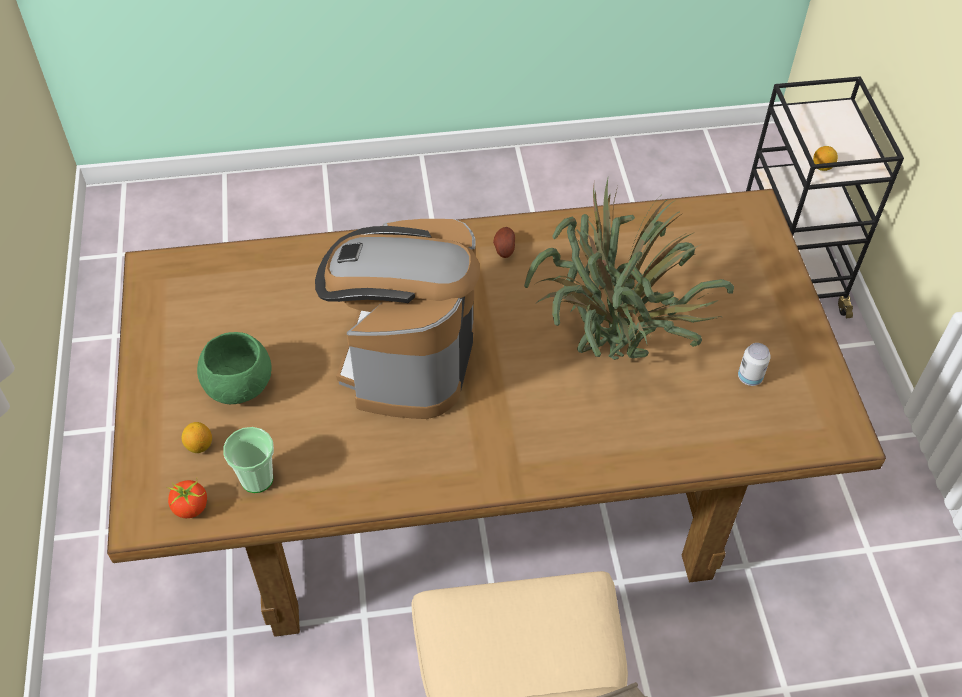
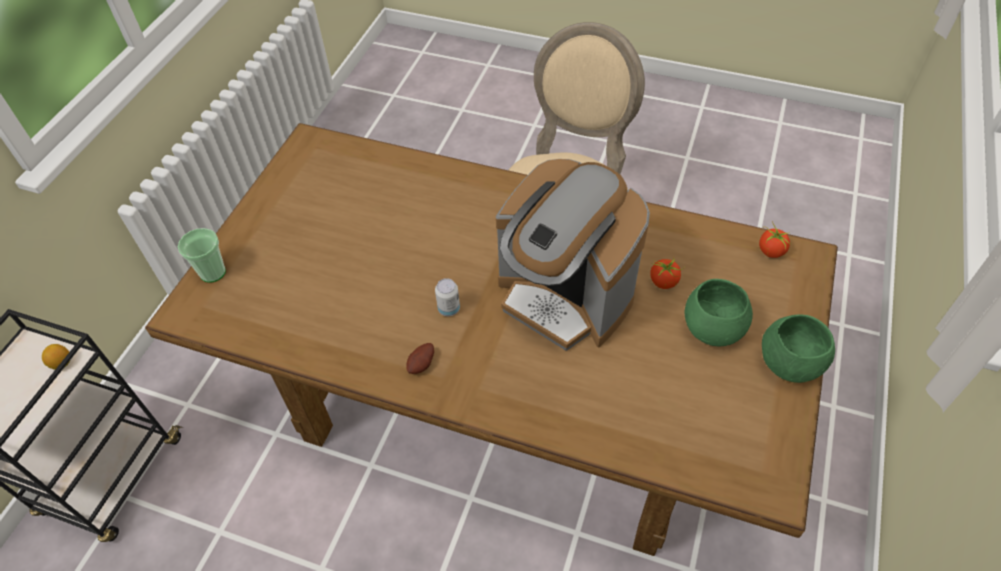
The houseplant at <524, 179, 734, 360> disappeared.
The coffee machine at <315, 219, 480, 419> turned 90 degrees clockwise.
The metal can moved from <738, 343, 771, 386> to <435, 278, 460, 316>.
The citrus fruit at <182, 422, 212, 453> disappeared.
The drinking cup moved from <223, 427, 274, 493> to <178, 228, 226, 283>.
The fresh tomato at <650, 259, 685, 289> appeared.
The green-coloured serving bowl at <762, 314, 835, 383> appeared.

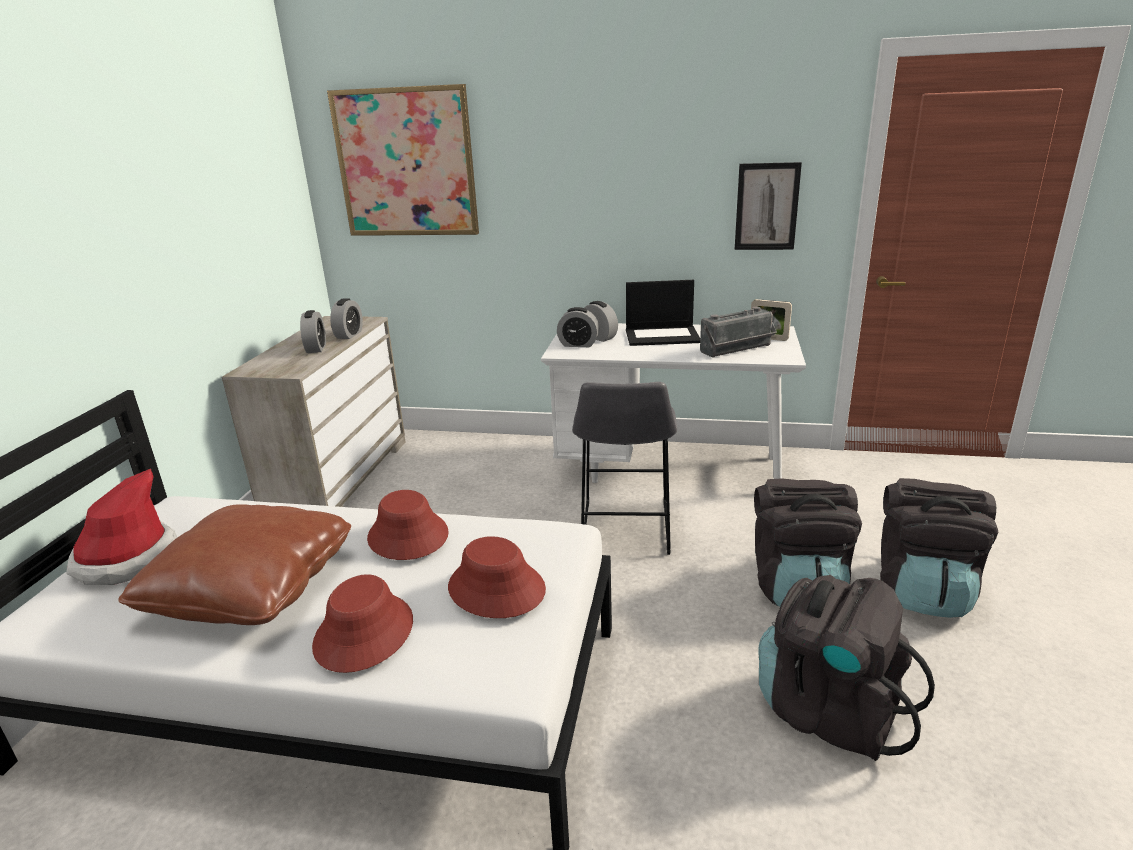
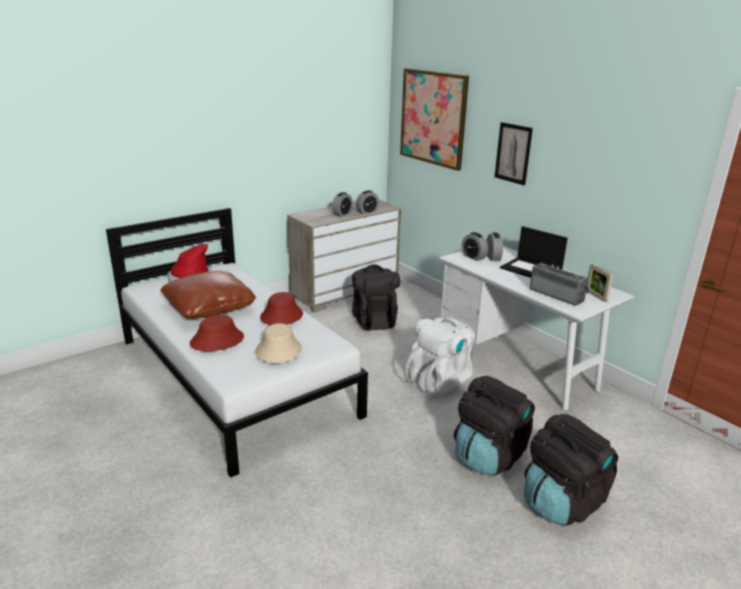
The picture moved from <735, 162, 802, 250> to <495, 122, 533, 185>.
The radio at <700, 307, 777, 358> turned 150 degrees counterclockwise.
The gray stool at <572, 382, 677, 555> was replaced by the whitish rucksack at <404, 317, 475, 397>.
The red-coloured hat at <448, 536, 546, 618> became the beige hat at <255, 323, 302, 363>.
The blackish rucksack moved from <758, 575, 935, 761> to <352, 264, 400, 331>.

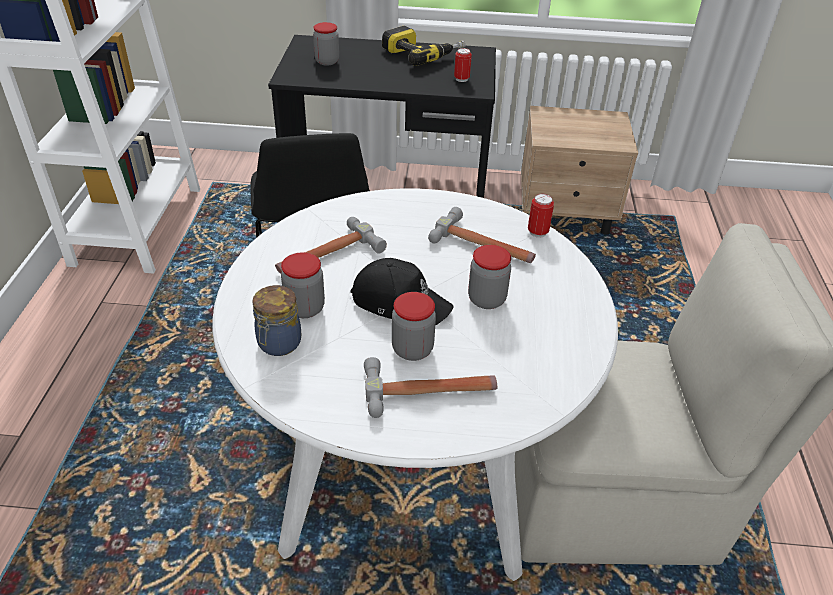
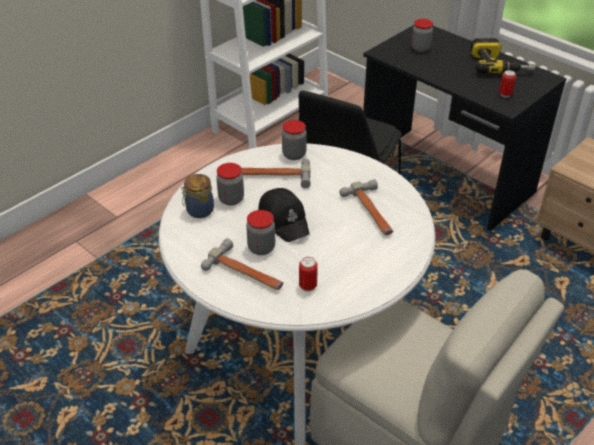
The metal can moved from <528, 194, 554, 238> to <299, 257, 318, 292>.
The jar moved from <468, 245, 511, 309> to <282, 120, 307, 160>.

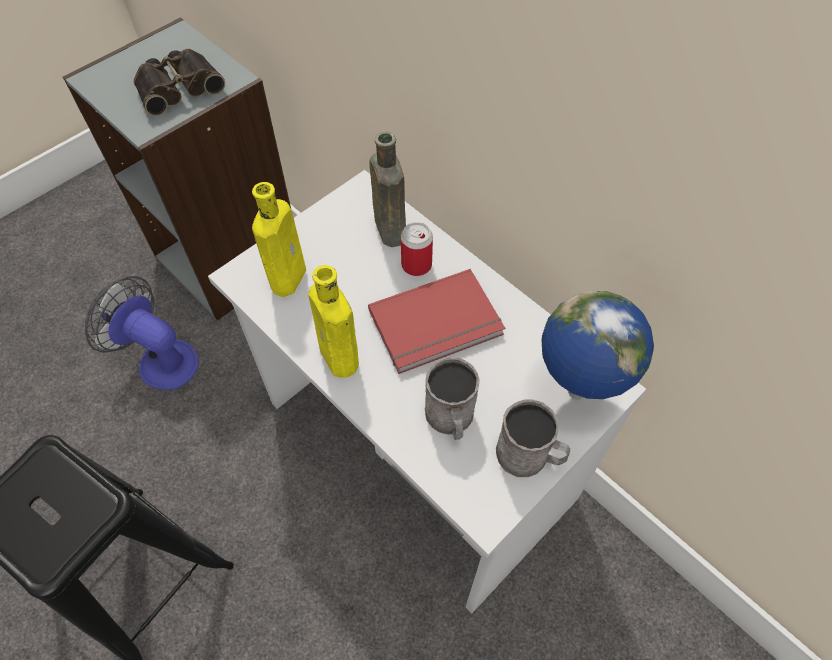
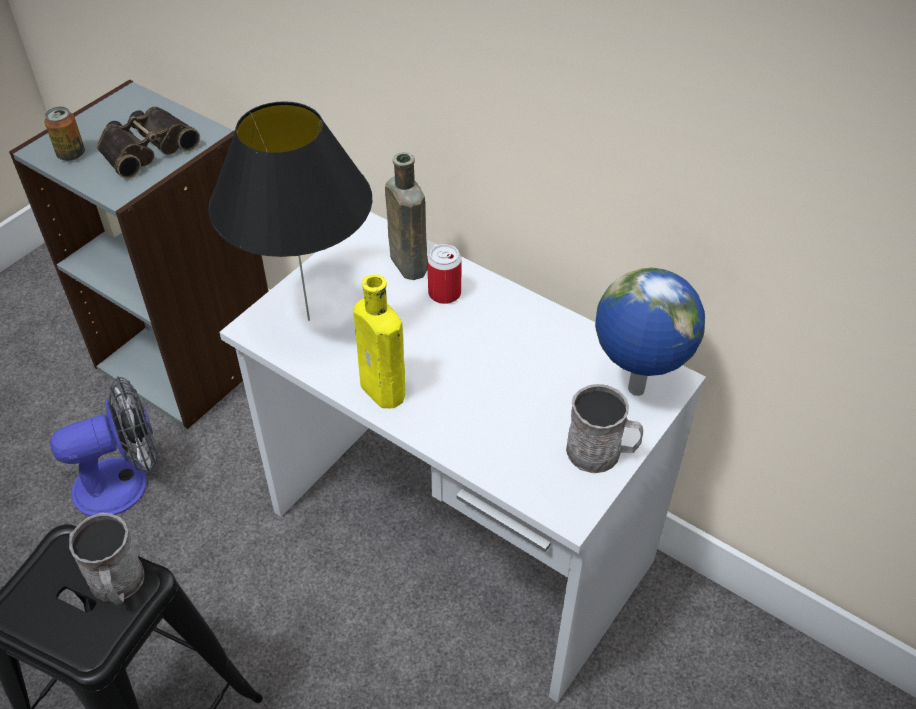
The yellow beverage bottle at <252, 182, 306, 297> was replaced by the blackish tabletop lamp at <208, 101, 372, 321>.
The red-coloured bound book at <368, 269, 505, 374> disappeared.
The electric fan at <85, 276, 199, 390> turned 135 degrees clockwise.
The gray tea mug moved from <425, 356, 479, 440> to <69, 513, 144, 605>.
The metal can at <44, 107, 85, 161> appeared.

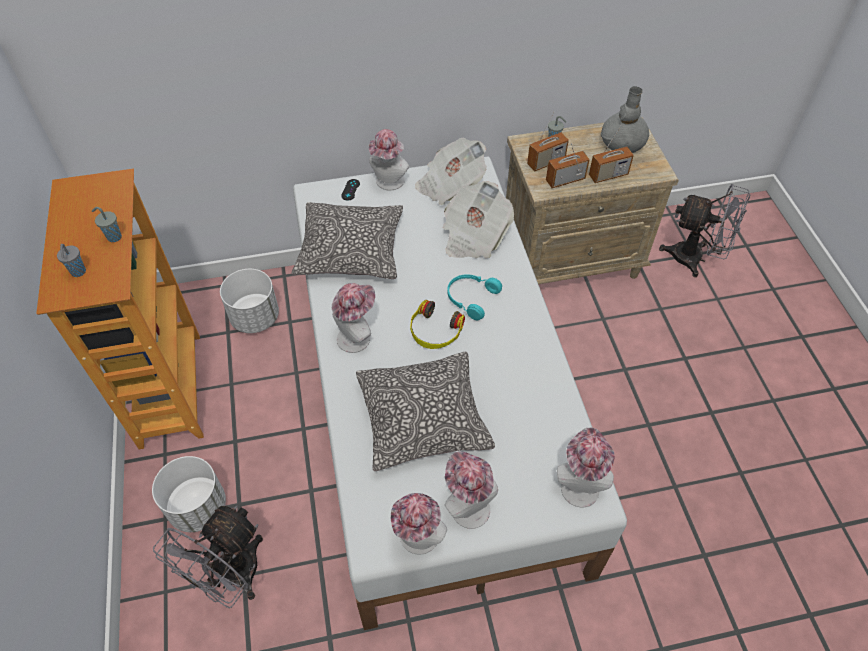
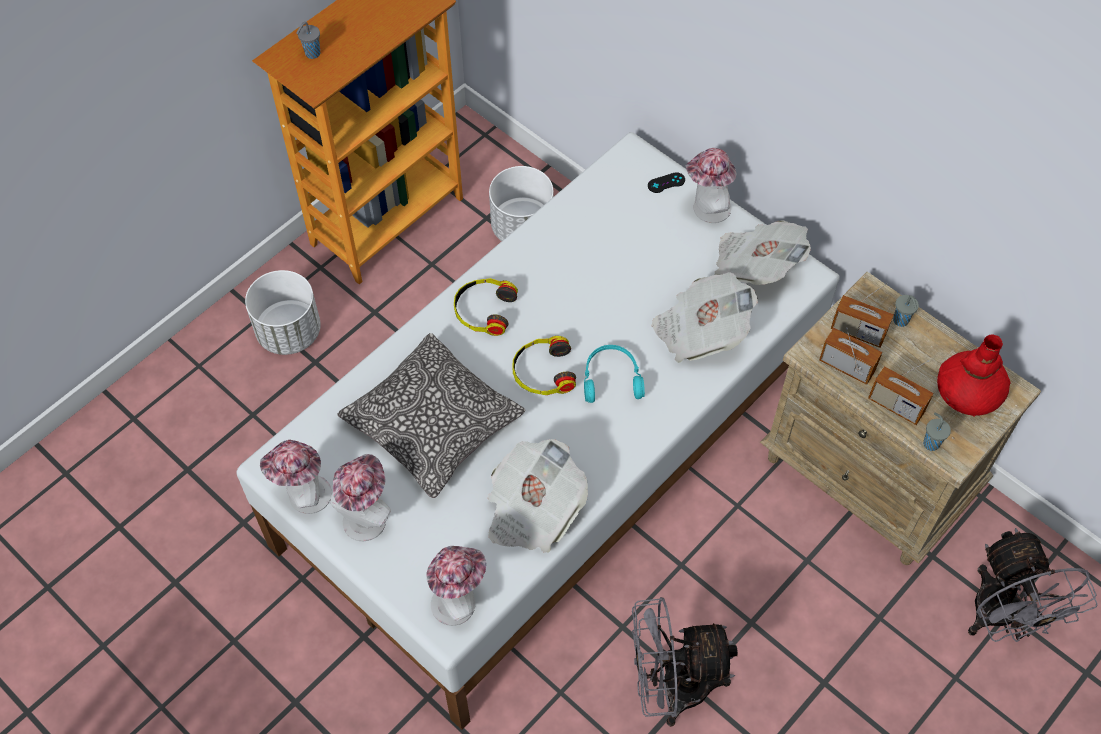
The gray vase at <601, 86, 649, 153> became the red-coloured vase at <937, 335, 1011, 417>.
The pillow at <291, 202, 403, 279> disappeared.
The gray drinking cup moved from <92, 207, 122, 242> to <923, 413, 951, 451>.
The hat at <332, 283, 375, 353> was replaced by the headset at <454, 278, 518, 336>.
The gray electric fan moved from <153, 504, 263, 608> to <632, 597, 738, 727>.
The printed paper at <488, 439, 588, 553> appeared.

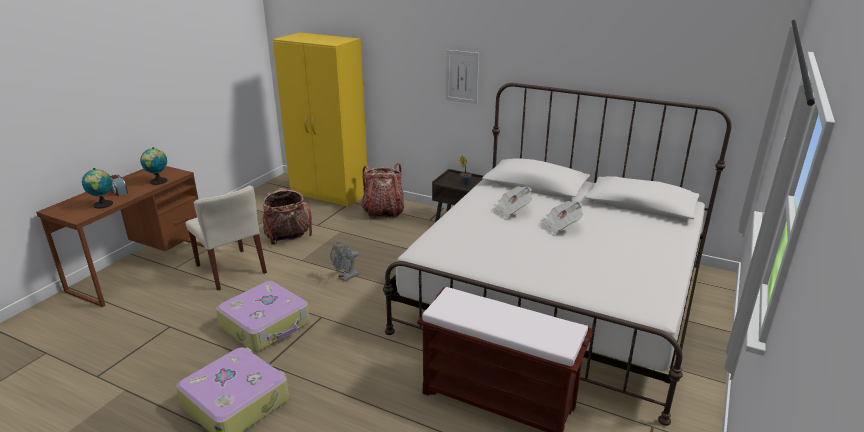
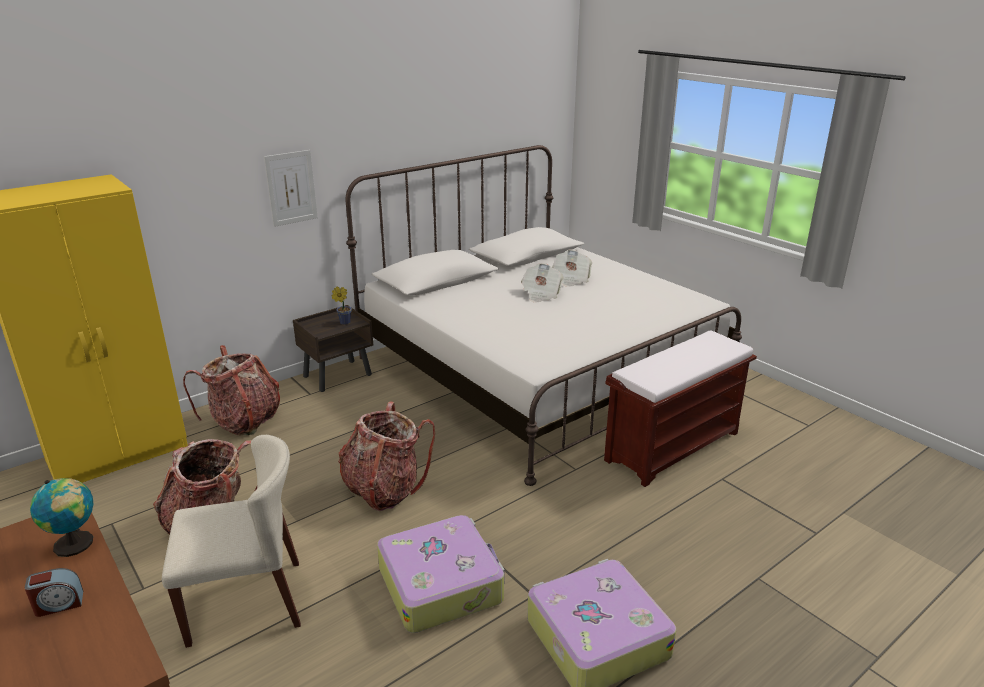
The globe at <82, 168, 113, 209> disappeared.
The printed paper moved from <491, 186, 532, 217> to <552, 249, 592, 287>.
The gray electric fan at <330, 242, 359, 281> was replaced by the rucksack at <338, 402, 435, 511>.

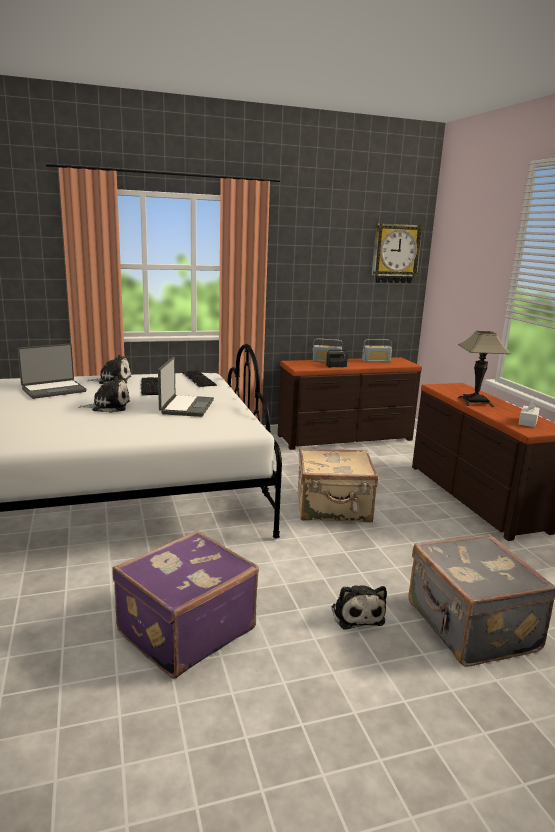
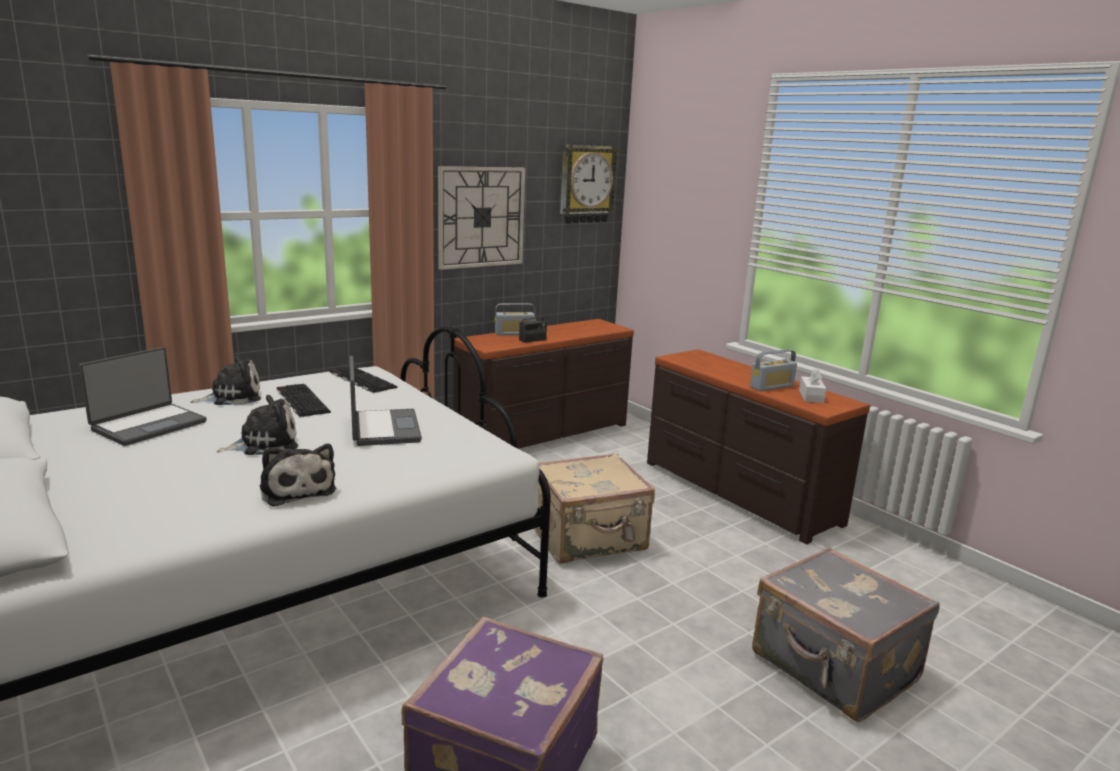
The tabletop lamp at <458, 331, 511, 407> disappeared.
The radio moved from <362, 339, 392, 362> to <750, 349, 797, 391>.
The plush toy moved from <331, 585, 387, 630> to <260, 444, 336, 507>.
The hanging clock at <438, 166, 525, 270> appeared.

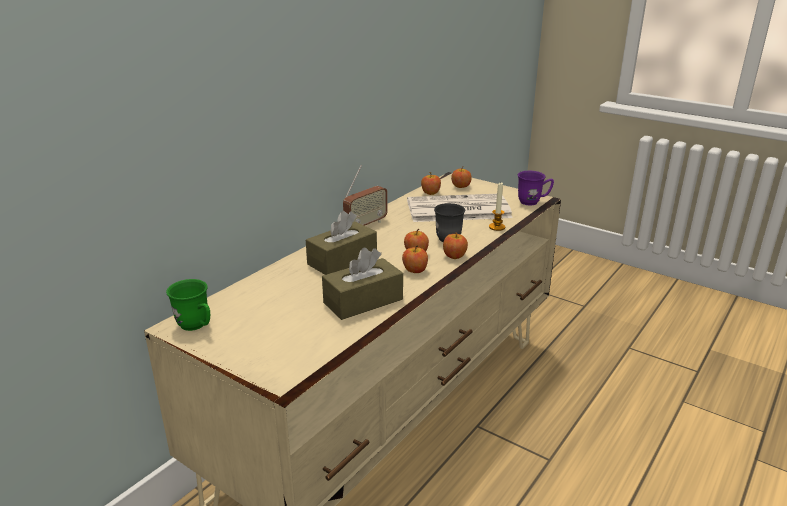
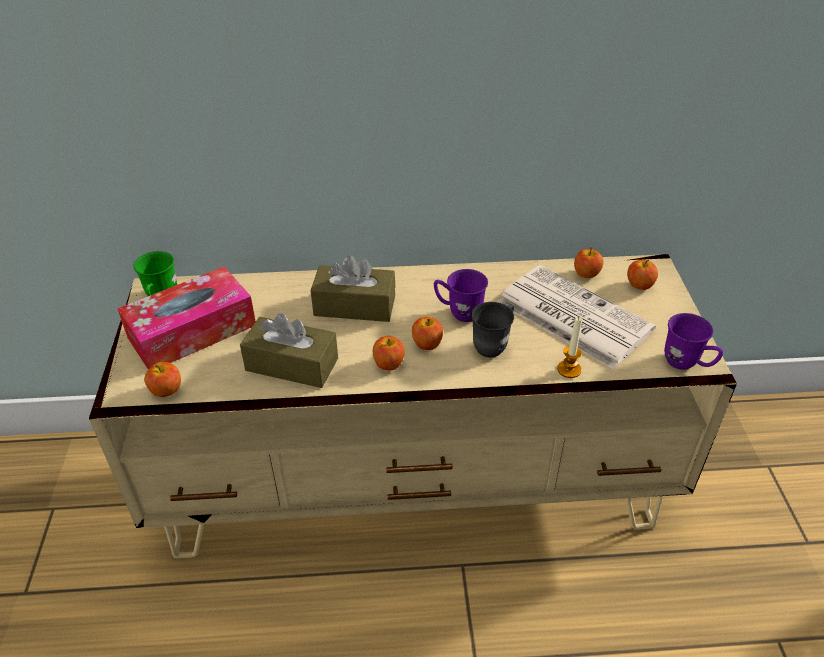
The radio at <343, 165, 388, 226> disappeared.
The whole apple moved from <443, 233, 468, 259> to <144, 362, 181, 397>.
The box of tissues at <117, 267, 256, 369> appeared.
The purple-coloured tea mug at <434, 269, 488, 322> appeared.

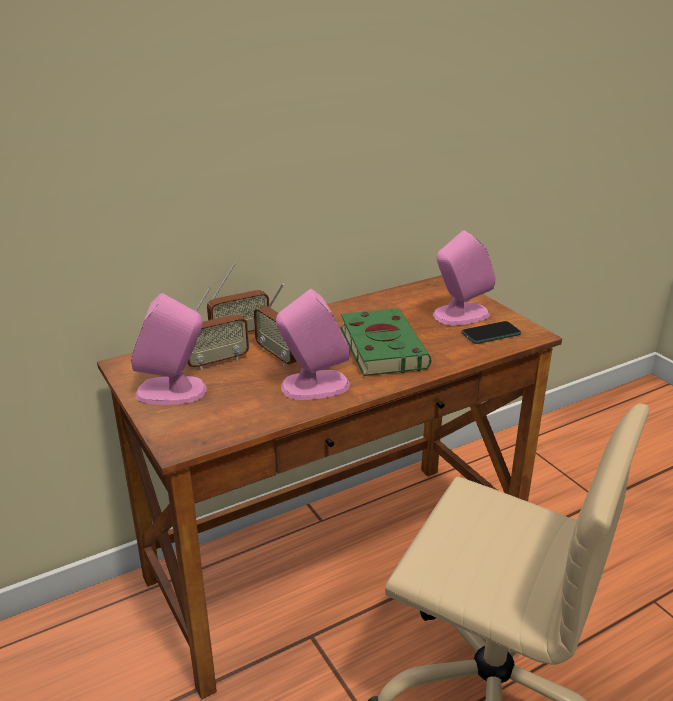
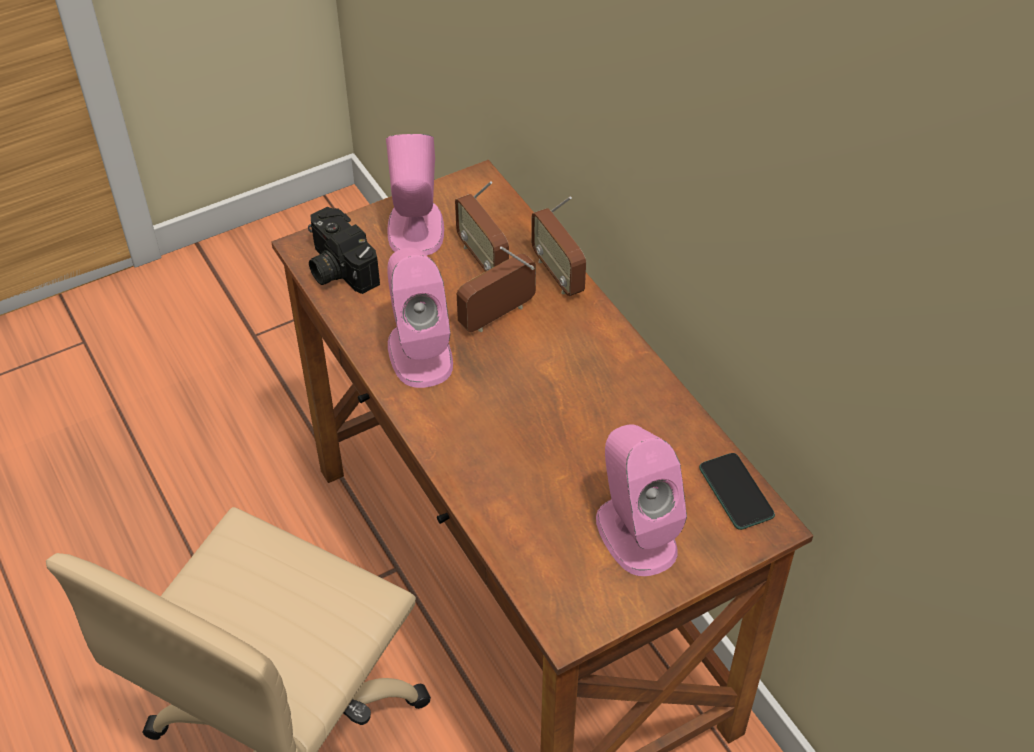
The green-coloured bound book at <341, 308, 431, 376> disappeared.
The phone moved from <462, 321, 521, 344> to <699, 453, 775, 530>.
The photo camera at <308, 207, 380, 294> appeared.

